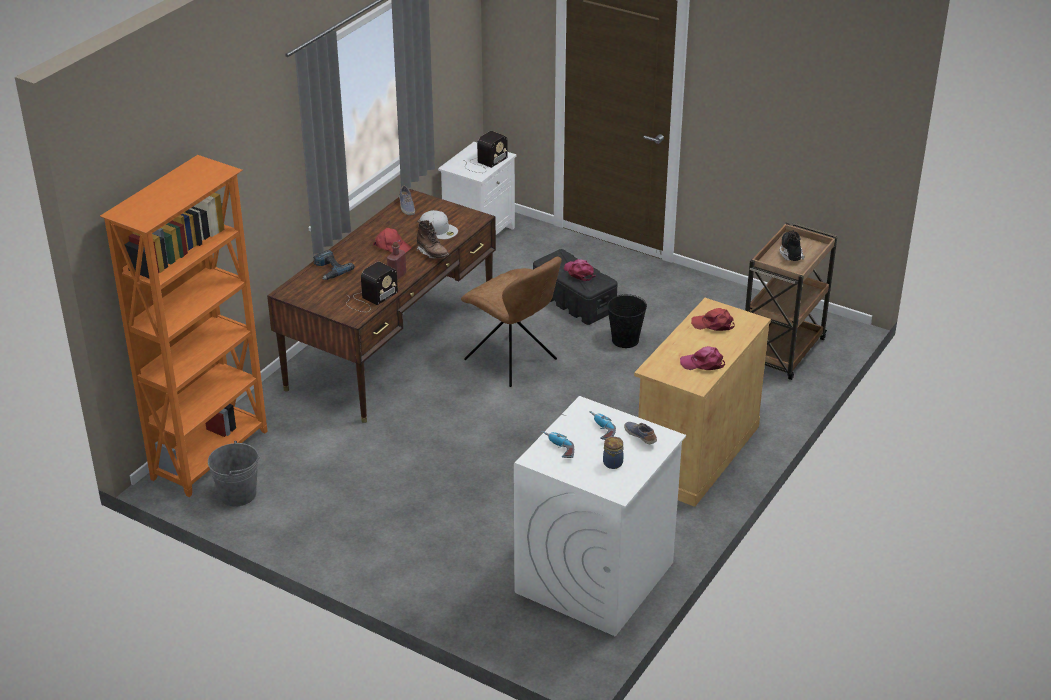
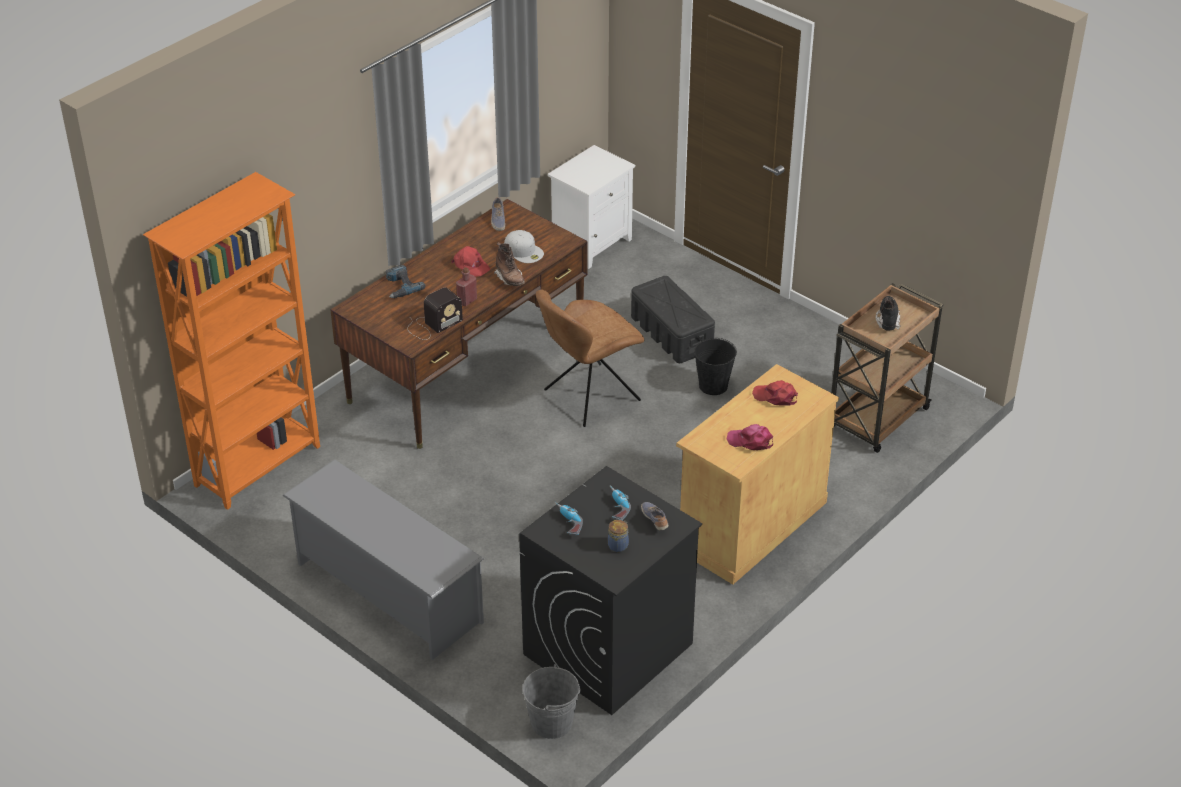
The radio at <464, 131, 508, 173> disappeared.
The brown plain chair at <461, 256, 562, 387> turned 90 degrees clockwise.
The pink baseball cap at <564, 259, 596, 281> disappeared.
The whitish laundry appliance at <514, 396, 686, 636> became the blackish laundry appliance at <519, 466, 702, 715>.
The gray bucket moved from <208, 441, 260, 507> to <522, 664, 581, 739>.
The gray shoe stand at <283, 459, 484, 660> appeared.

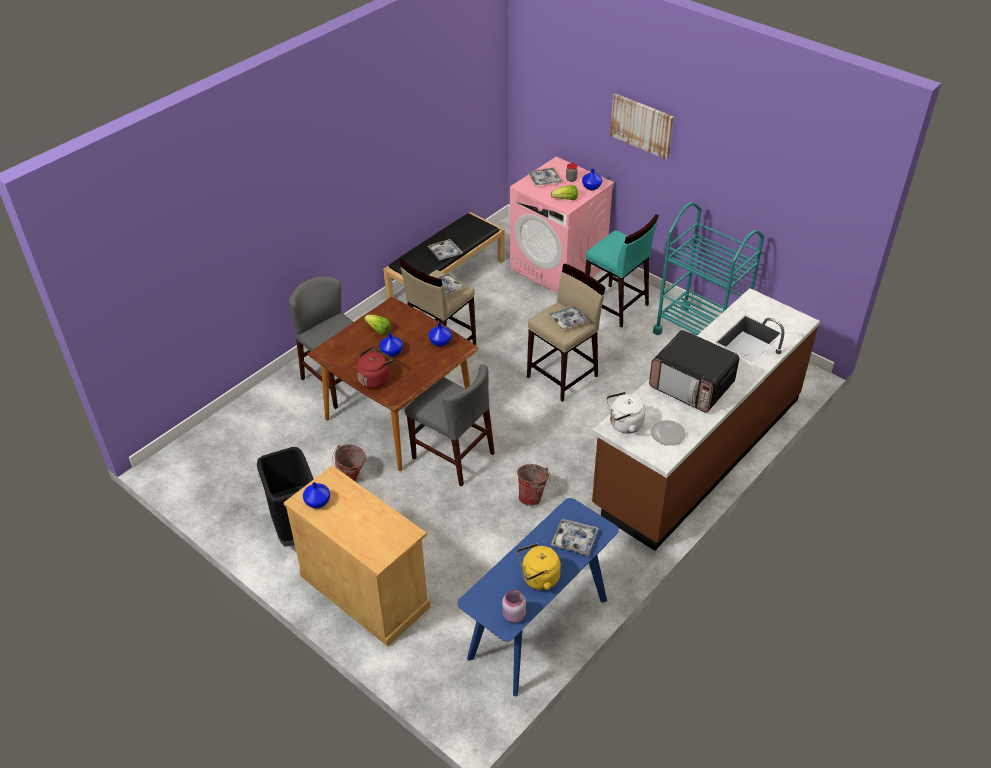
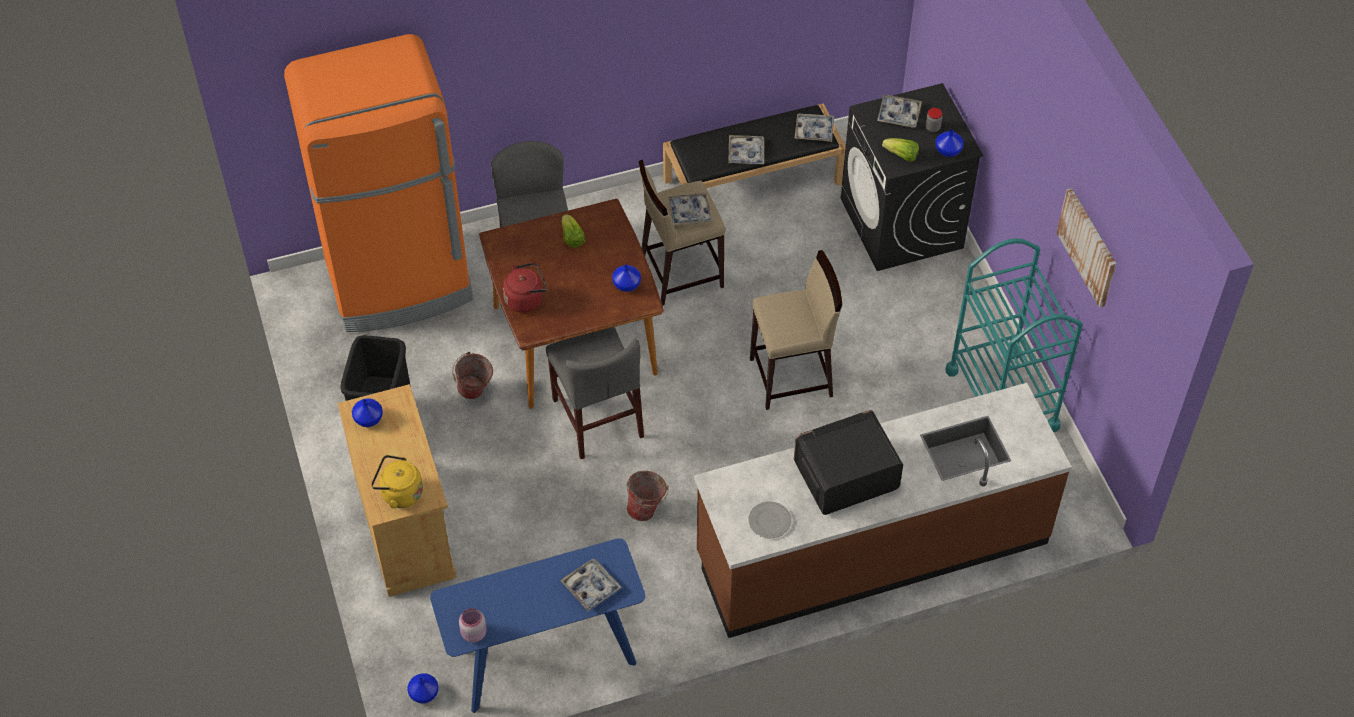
The picture moved from <610, 93, 674, 160> to <1057, 188, 1116, 308>.
The pink laundry appliance at <510, 157, 614, 294> became the blackish laundry appliance at <841, 83, 983, 271>.
The turquoise-coloured stool at <585, 214, 659, 328> disappeared.
The serving tray moved from <549, 305, 589, 330> to <794, 114, 834, 142>.
The microwave oven at <649, 330, 739, 413> turned 90 degrees clockwise.
The blue-coloured vase moved from <380, 333, 403, 357> to <407, 673, 439, 704>.
The whitish tea kettle at <606, 392, 645, 434> disappeared.
The yellow tea kettle moved from <517, 544, 561, 590> to <371, 455, 423, 508>.
The orange-coloured refrigerator at <284, 34, 473, 332> appeared.

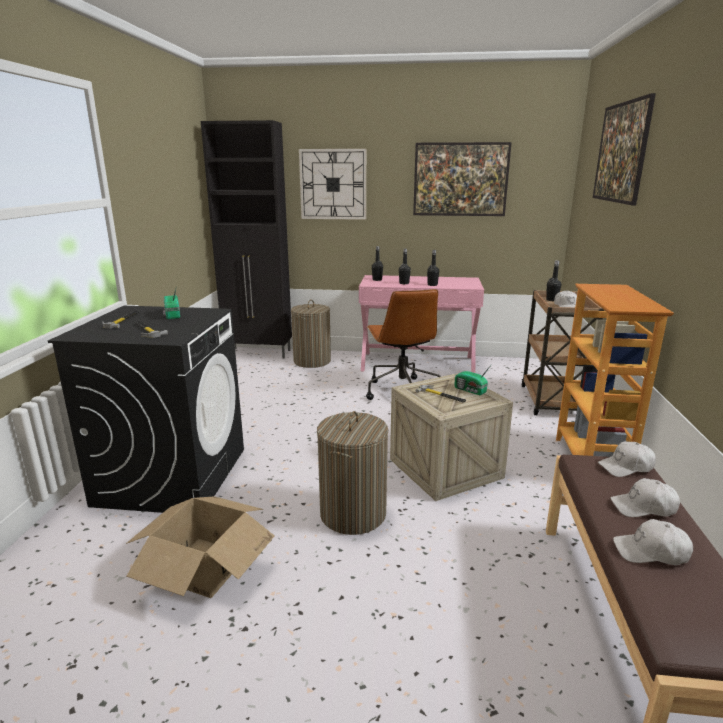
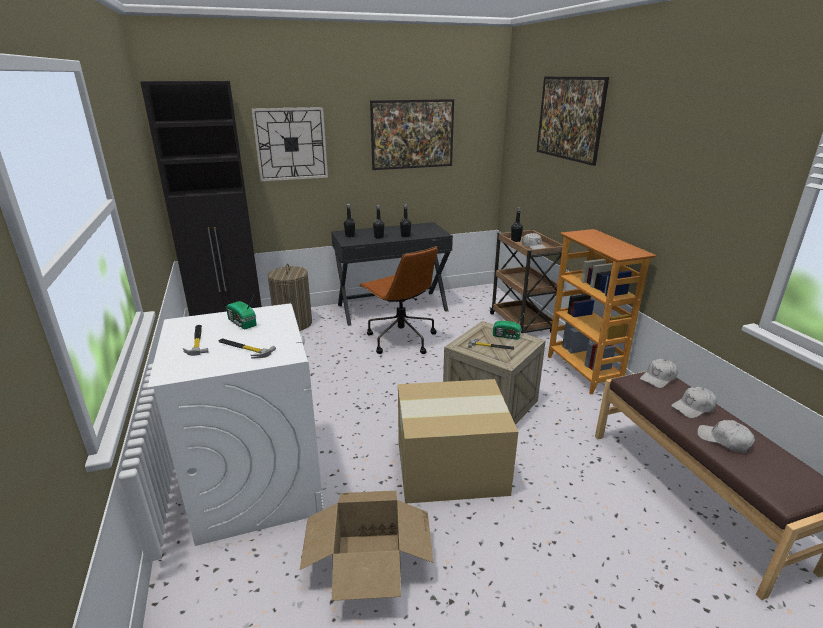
The pink desk table at <359, 275, 484, 373> became the blackish desk table at <331, 222, 453, 326>.
The blackish laundry appliance at <48, 306, 244, 513> became the whitish laundry appliance at <147, 303, 324, 546>.
The washing basket at <317, 411, 388, 535> was replaced by the carton at <398, 379, 518, 503>.
The whitish baseball cap at <613, 519, 693, 565> turned 60 degrees clockwise.

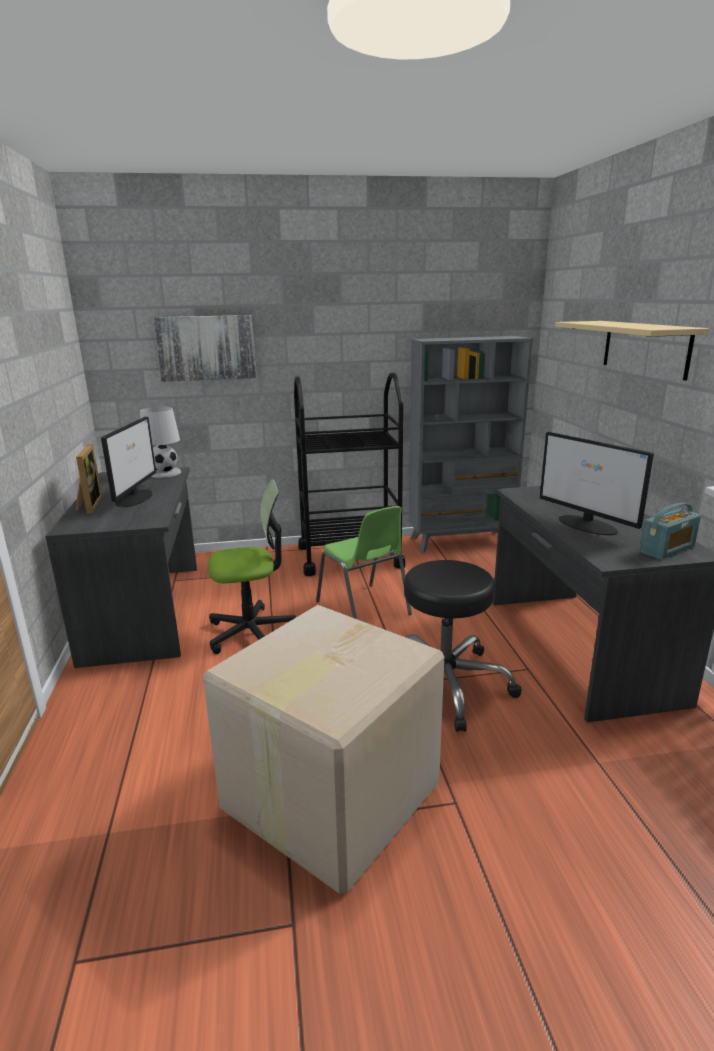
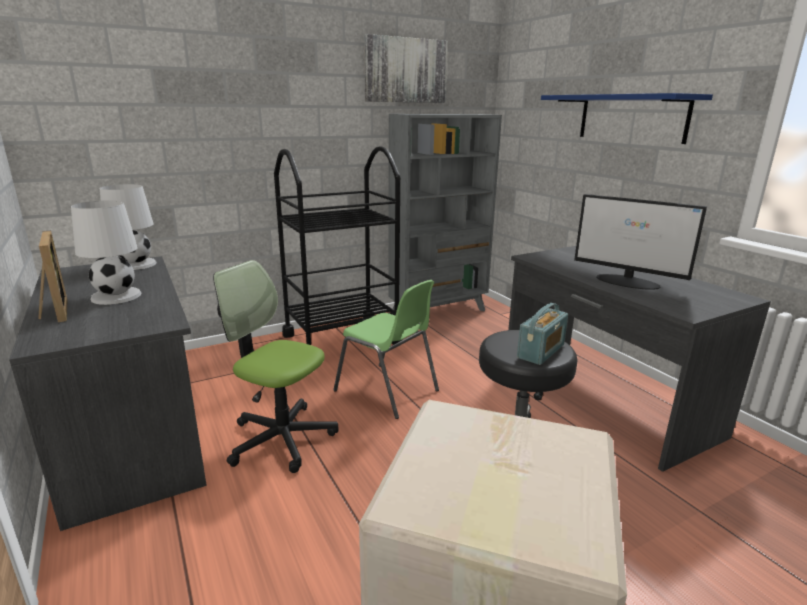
The picture moved from <153, 315, 257, 382> to <364, 34, 448, 103>.
The beige wall shelf at <555, 321, 710, 381> became the blue-coloured wall shelf at <541, 93, 713, 144>.
The computer screen at <101, 417, 156, 507> was replaced by the whitish tabletop lamp at <71, 200, 141, 305>.
The computer chair at <208, 479, 296, 654> turned 120 degrees counterclockwise.
The radio moved from <639, 503, 701, 560> to <517, 303, 568, 365>.

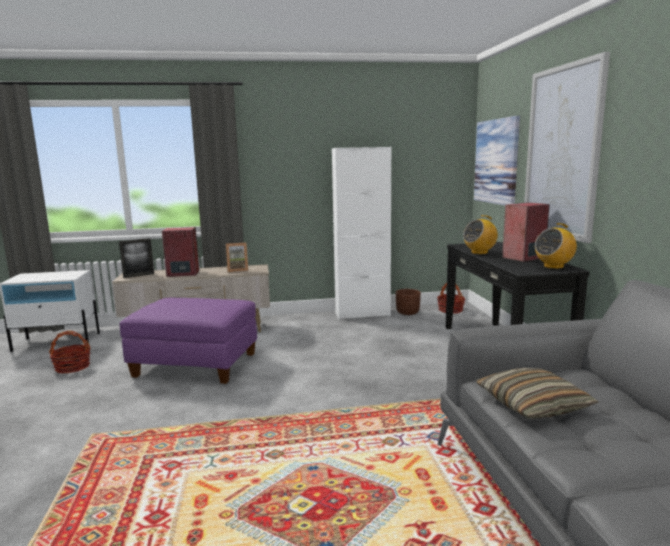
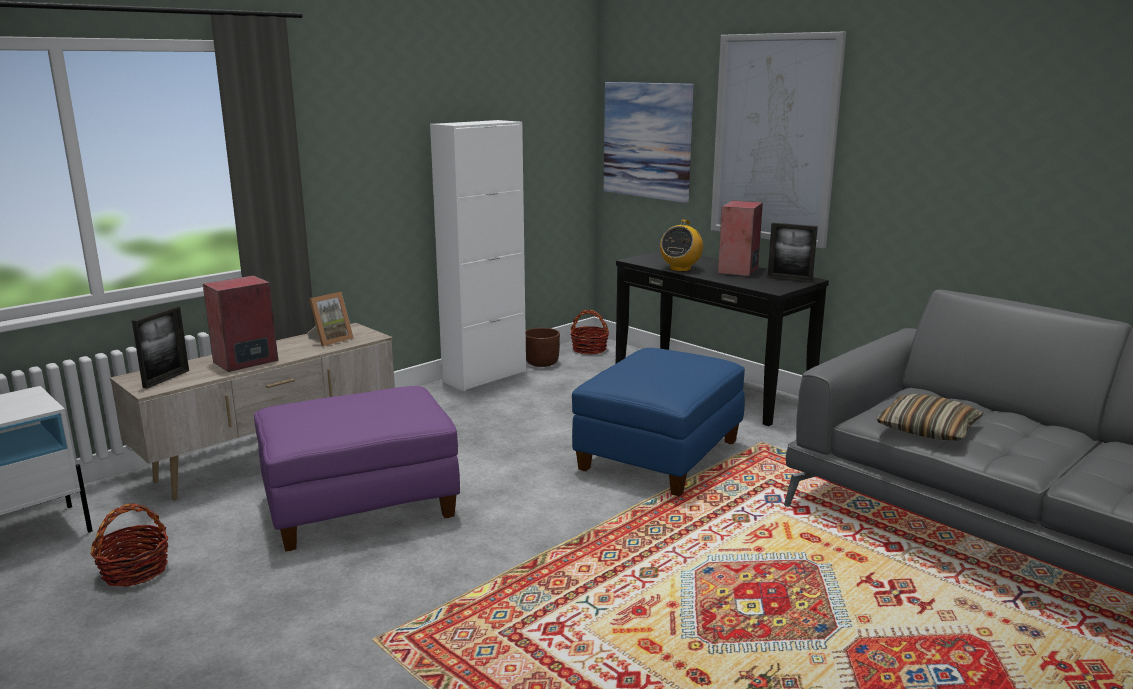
The radio at <535, 223, 577, 269> was replaced by the photo frame at <767, 223, 818, 282>.
The blue-coloured ottoman at <572, 348, 745, 497> appeared.

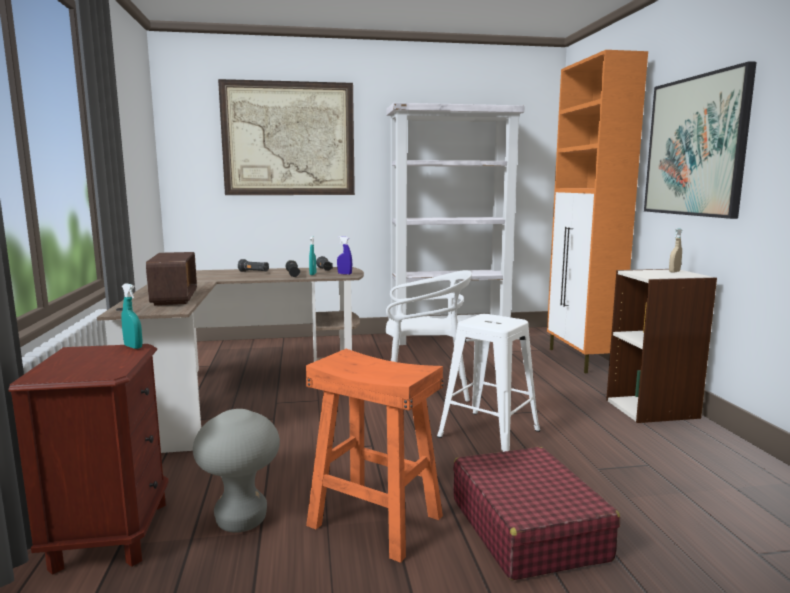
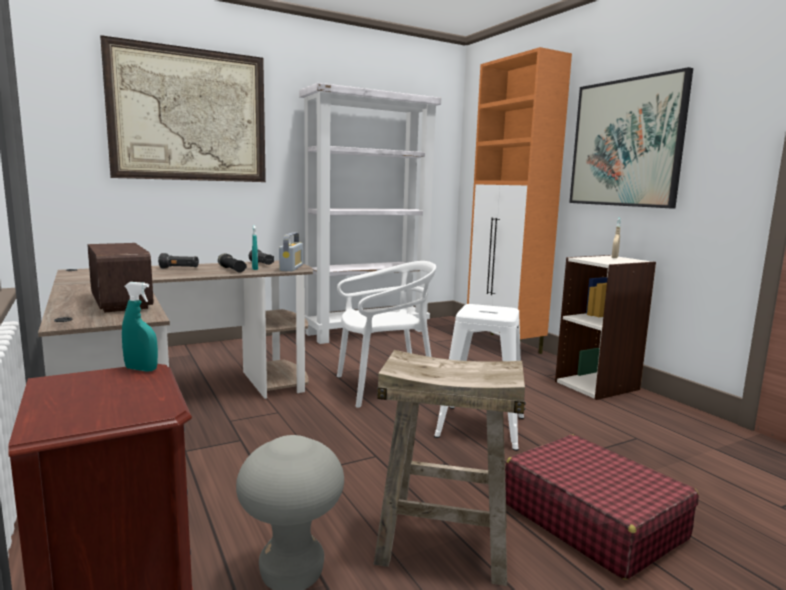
The blue-coloured hand sprayer at <337, 236, 352, 275> was replaced by the radio at <279, 232, 303, 271>.
The orange-coloured stool at <306, 349, 443, 563> became the beige stool at <374, 350, 526, 586>.

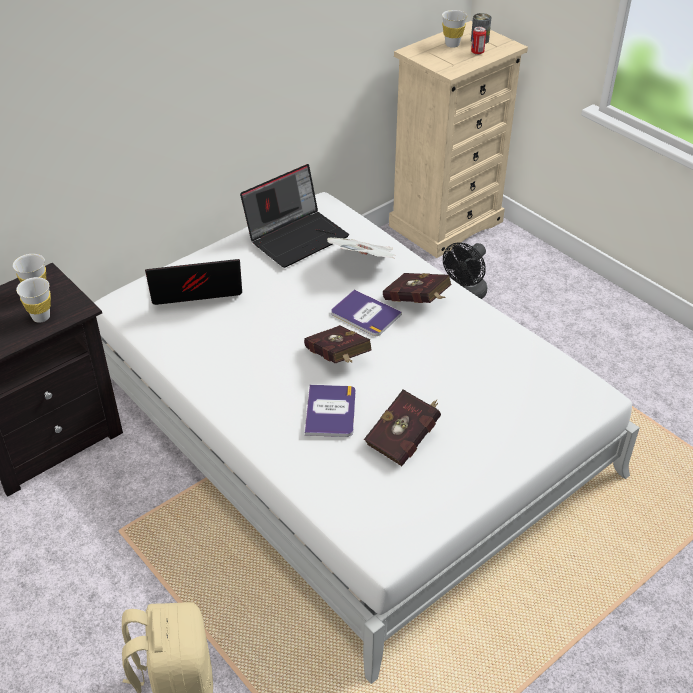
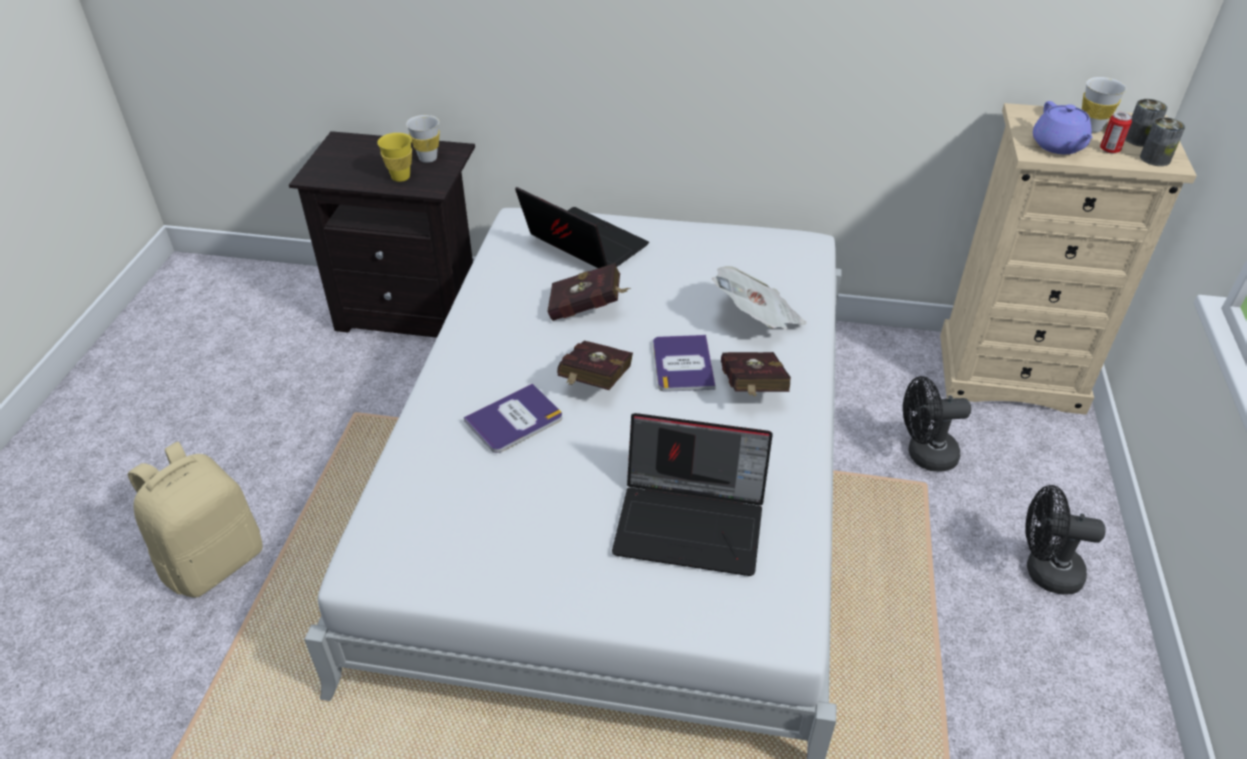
The portable computer moved from <240, 164, 349, 268> to <612, 413, 773, 576>.
The whitish drinking cup at <16, 277, 51, 323> became the yellow drinking cup at <377, 133, 412, 182>.
The red-coloured bound book moved from <364, 389, 441, 466> to <547, 263, 631, 321>.
The purple-coloured tea pot at <1033, 101, 1093, 154> appeared.
The metal can at <1140, 117, 1185, 166> appeared.
The blackish electric fan at <1025, 485, 1106, 595> appeared.

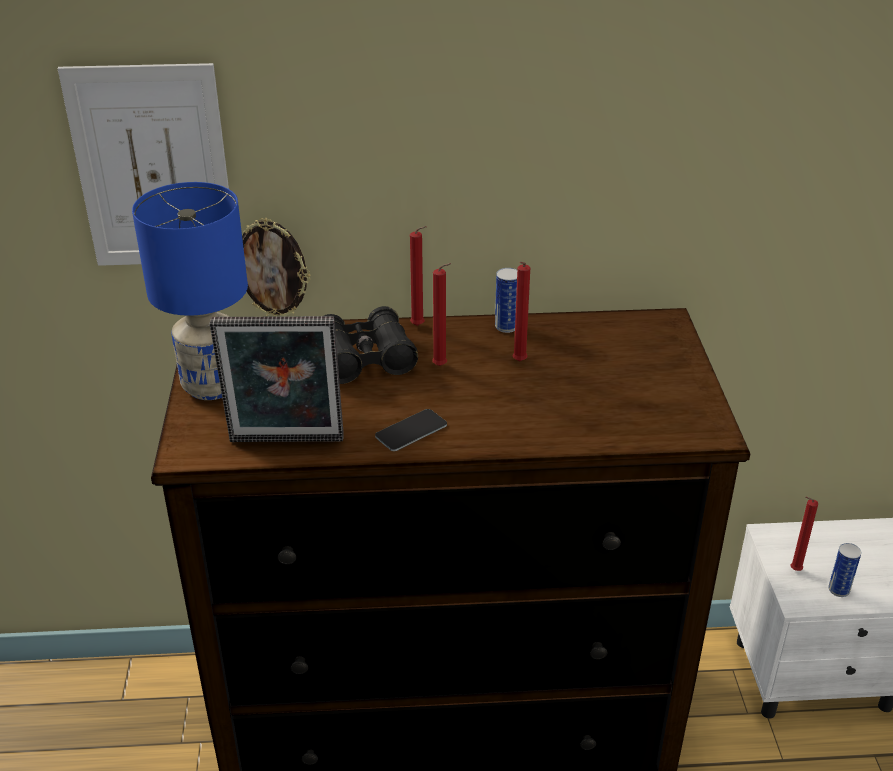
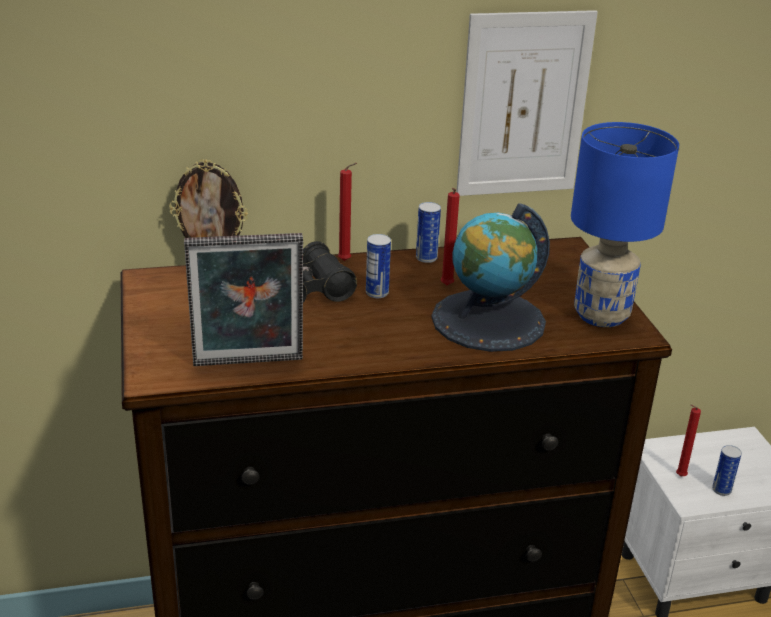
The picture moved from <58, 63, 229, 266> to <456, 10, 598, 196>.
The blue-coloured tabletop lamp moved from <132, 182, 248, 400> to <571, 122, 679, 327>.
The red-coloured candle at <432, 263, 452, 366> was replaced by the metal can at <366, 234, 391, 298>.
The phone at <375, 409, 447, 451> disappeared.
The globe at <432, 203, 550, 352> appeared.

